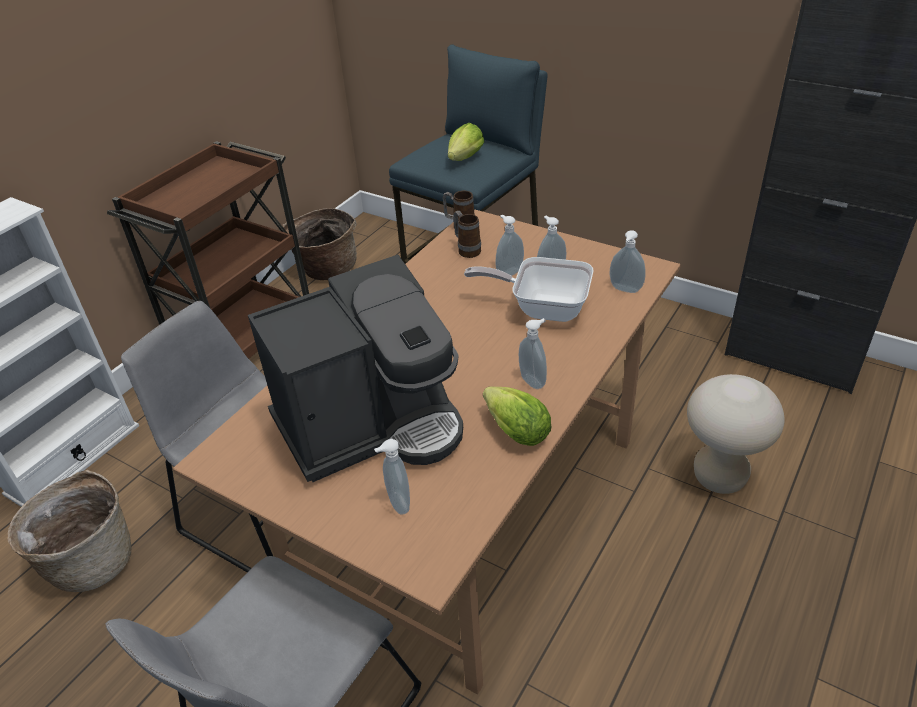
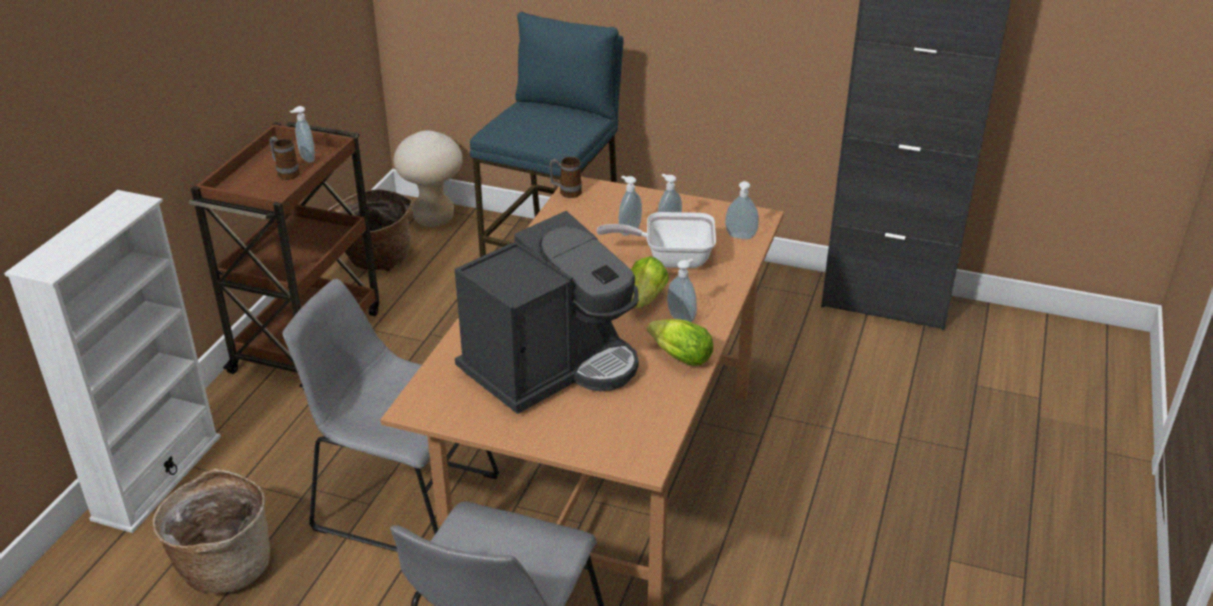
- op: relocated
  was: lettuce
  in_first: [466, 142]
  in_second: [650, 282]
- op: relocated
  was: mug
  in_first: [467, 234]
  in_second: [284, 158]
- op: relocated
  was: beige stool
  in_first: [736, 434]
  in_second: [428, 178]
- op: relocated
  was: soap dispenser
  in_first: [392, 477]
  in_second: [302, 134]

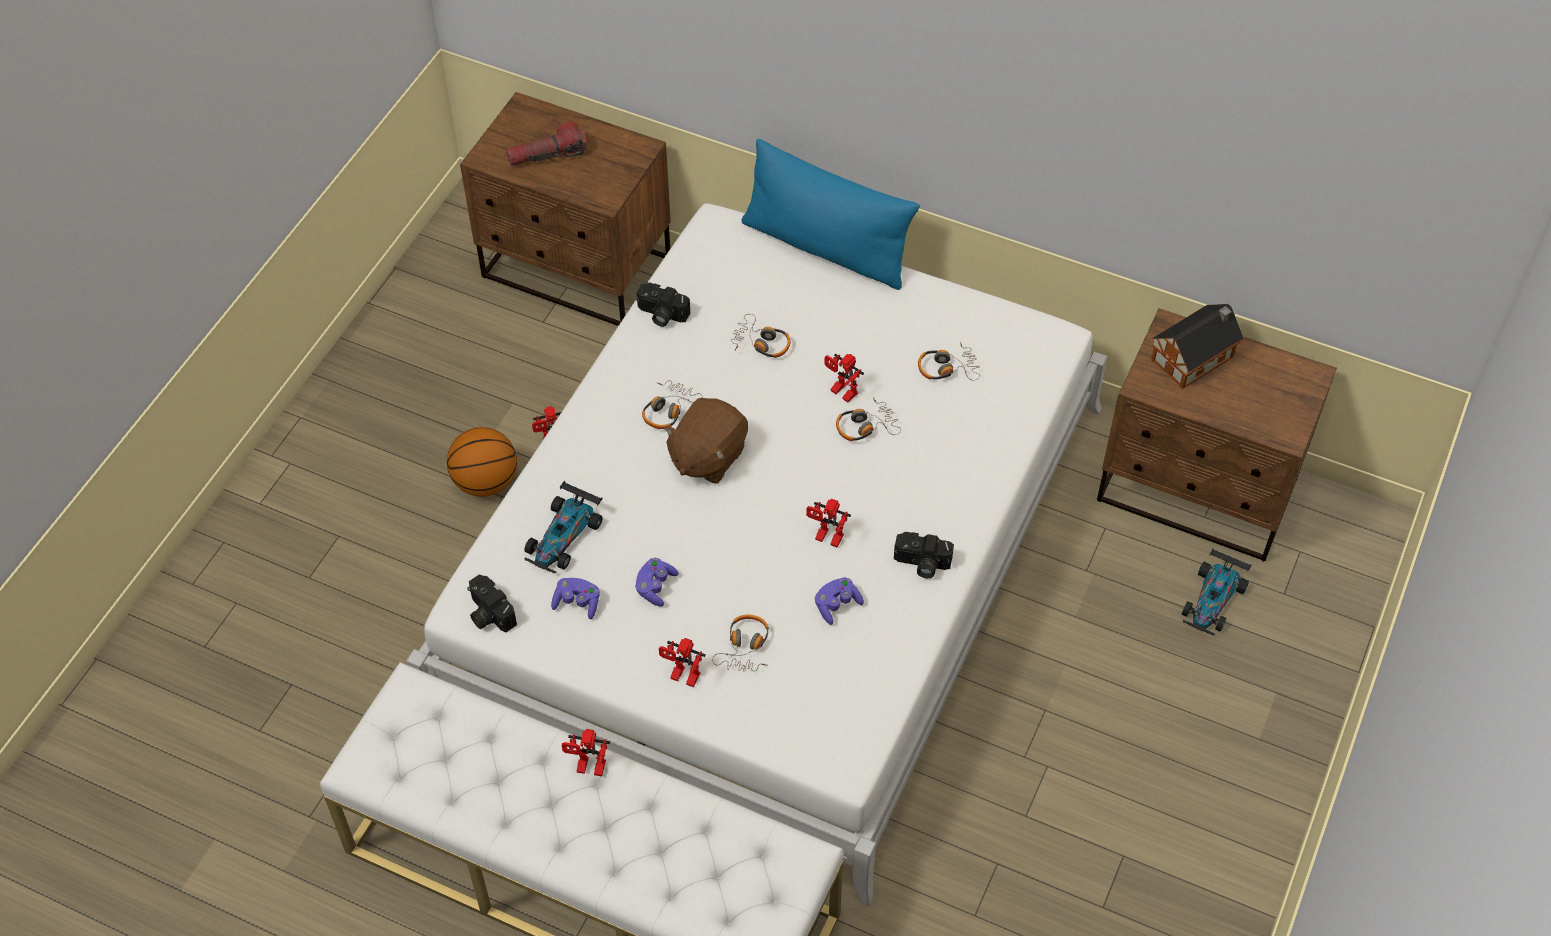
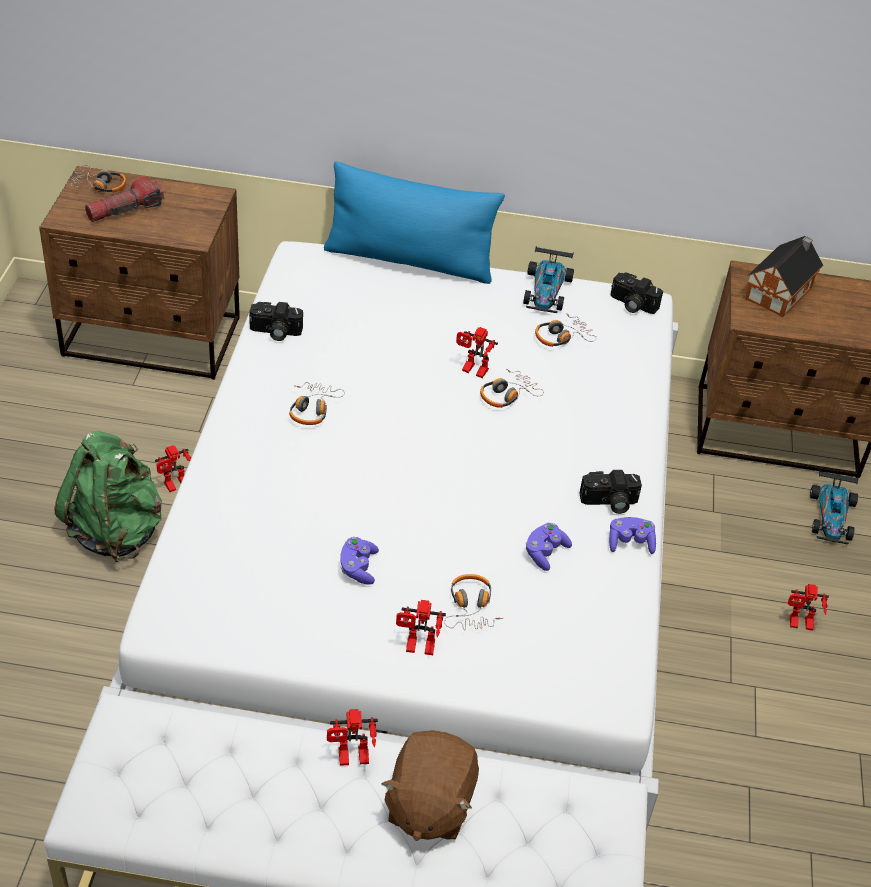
- op: relocated
  was: headphones
  in_first: [761, 336]
  in_second: [98, 179]
- op: relocated
  was: brown plush toy
  in_first: [705, 441]
  in_second: [430, 785]
- op: exchanged
  was: basketball
  now: green backpack
  in_first: [482, 462]
  in_second: [108, 496]
- op: relocated
  was: toy car
  in_first: [563, 527]
  in_second: [548, 279]
- op: relocated
  was: toy robot
  in_first: [828, 523]
  in_second: [808, 607]
- op: relocated
  was: photo camera
  in_first: [492, 603]
  in_second: [637, 293]
- op: relocated
  was: purple game controller
  in_first: [575, 598]
  in_second: [632, 535]

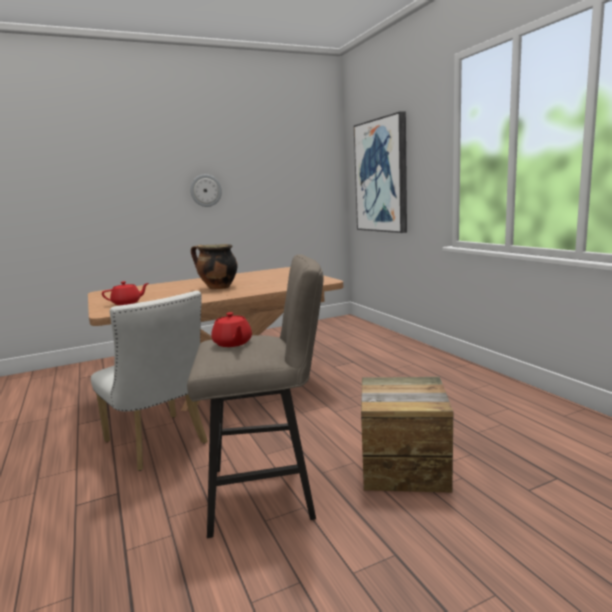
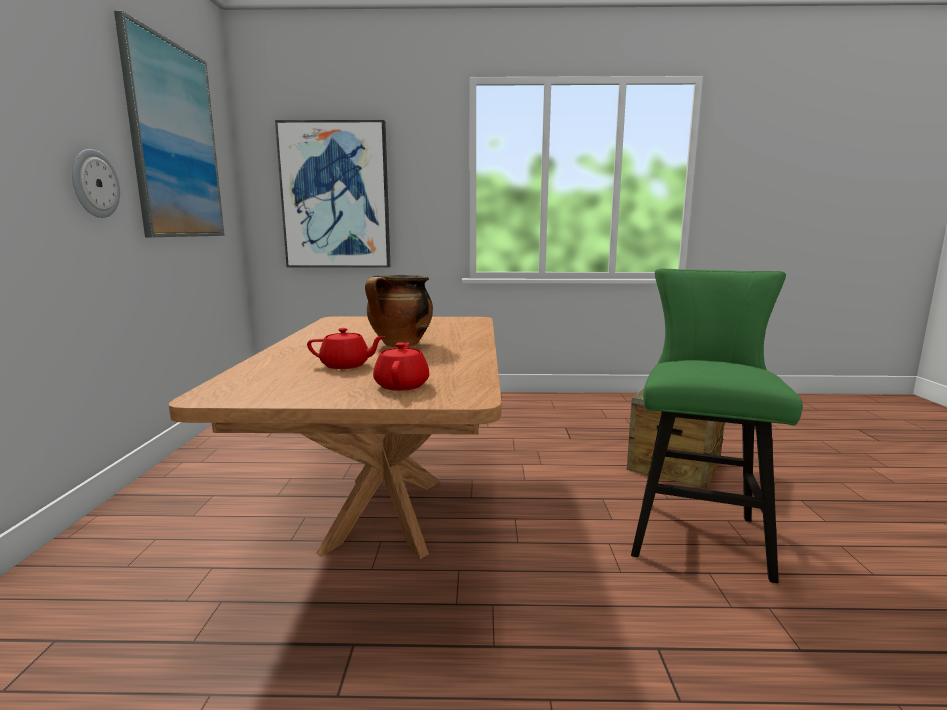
- op: colour
  was: beige stool
  now: green stool
  in_first: [255, 396]
  in_second: [716, 426]
- op: missing
  was: white chair
  in_first: [149, 381]
- op: relocated
  was: red teapot
  in_first: [231, 329]
  in_second: [346, 348]
- op: appeared
  now: picture
  in_second: [169, 124]

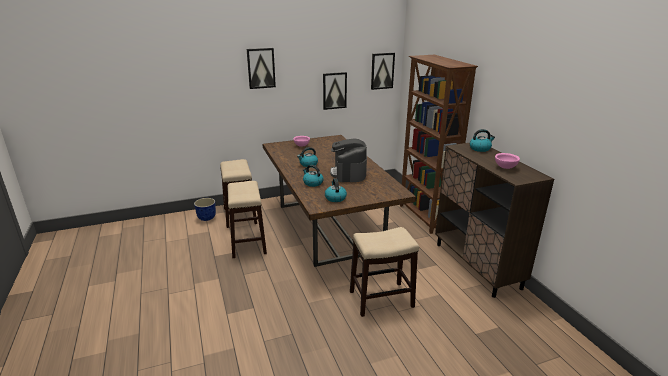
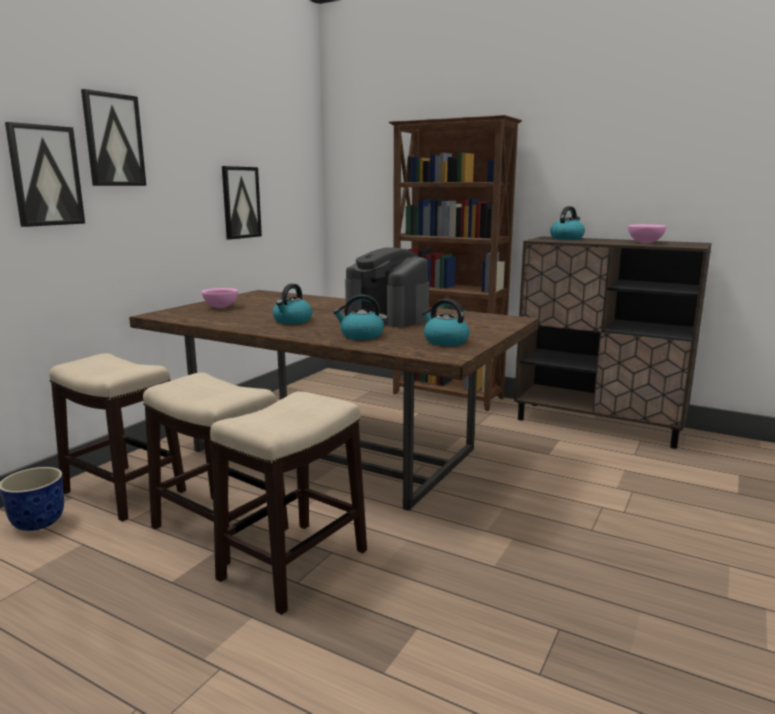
- op: relocated
  was: picture
  in_first: [383, 71]
  in_second: [45, 174]
- op: relocated
  was: stool
  in_first: [384, 272]
  in_second: [288, 503]

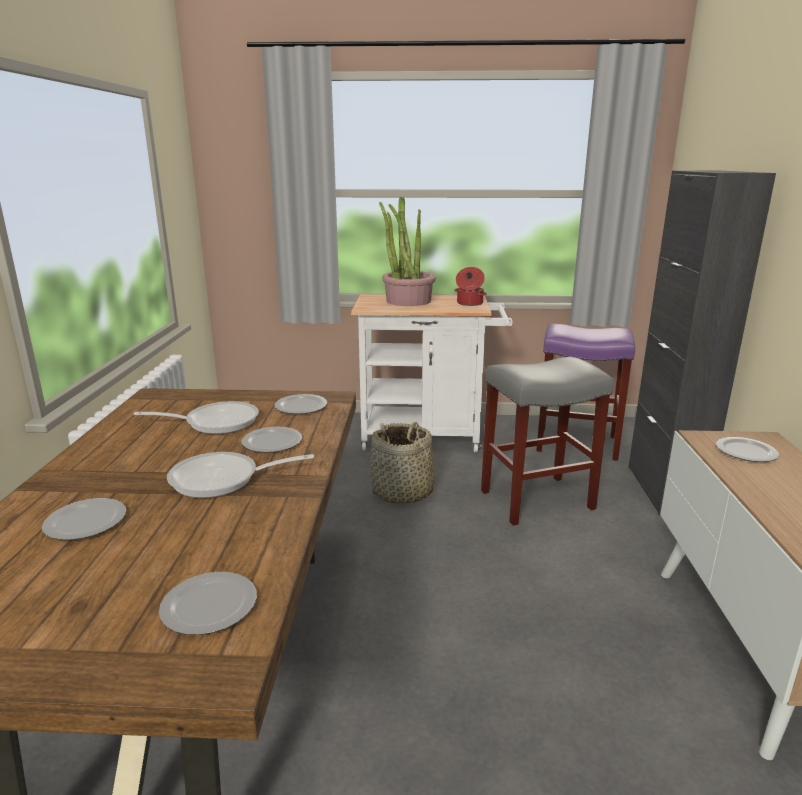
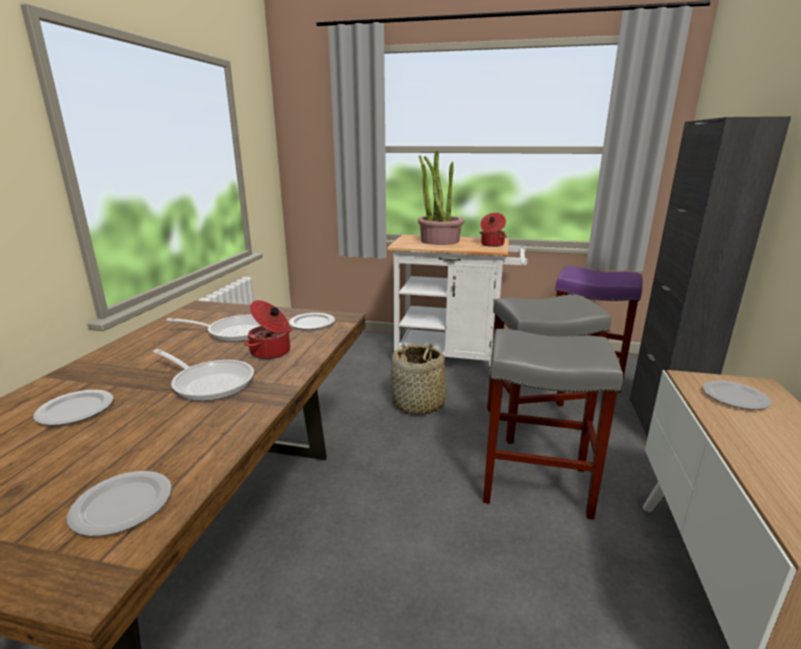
- op: exchanged
  was: plate
  now: cooking pot
  in_first: [271, 440]
  in_second: [268, 329]
- op: spun
  was: frying pan
  in_first: [240, 475]
  in_second: [203, 375]
  clockwise: -150
- op: appeared
  now: grey stool
  in_second: [553, 424]

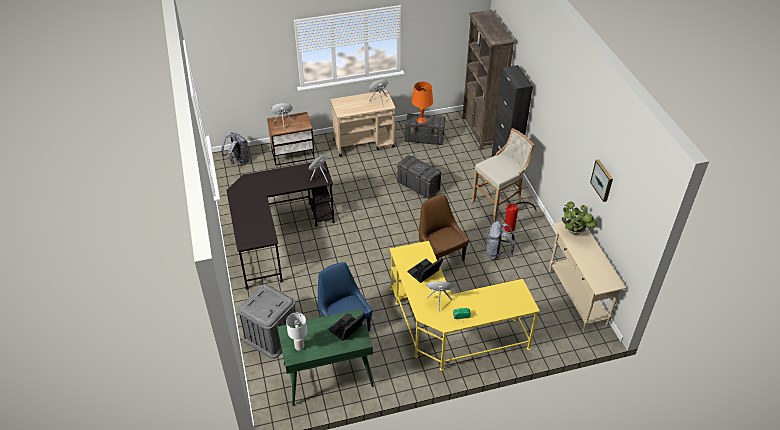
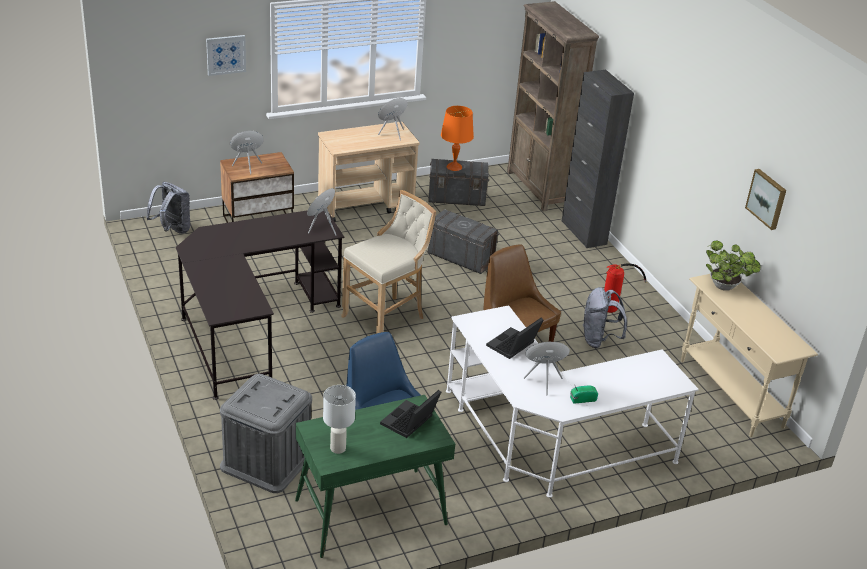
- op: relocated
  was: beige stool
  in_first: [502, 175]
  in_second: [388, 261]
- op: colour
  was: yellow desk
  now: white desk
  in_first: [465, 306]
  in_second: [572, 401]
- op: appeared
  now: picture
  in_second: [226, 55]

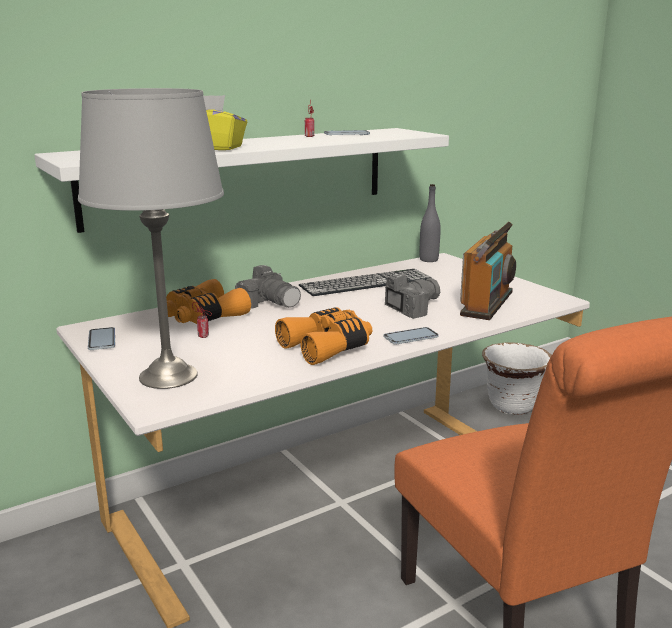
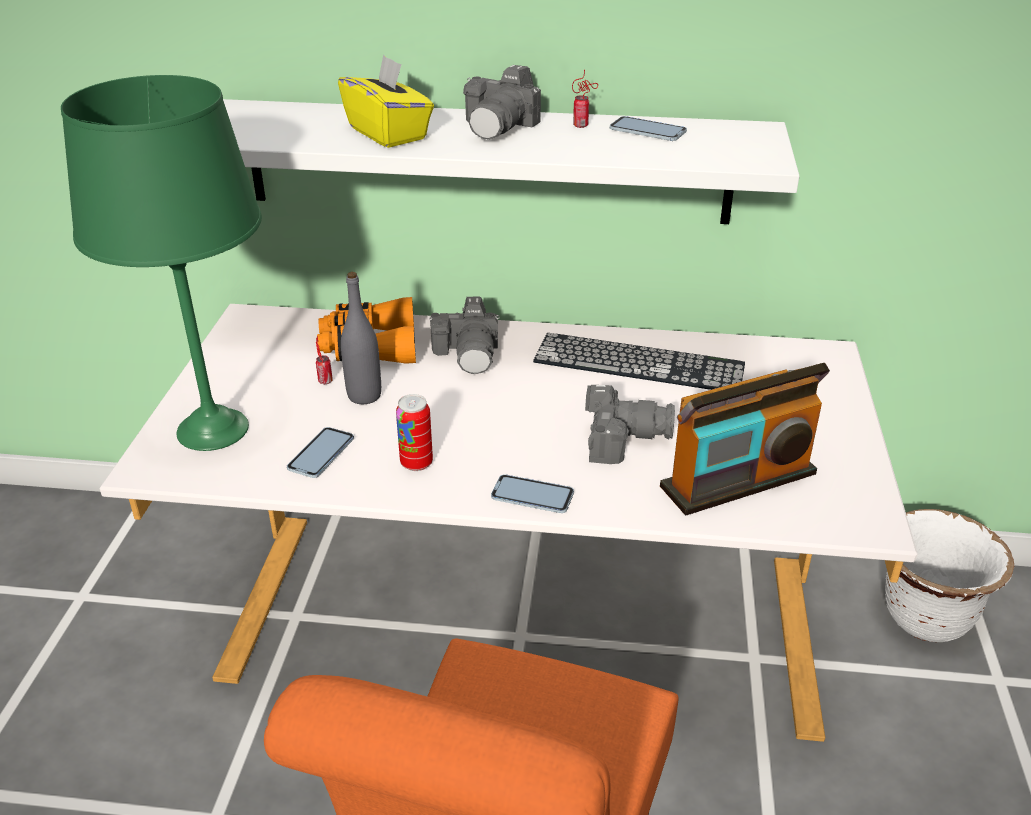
- op: colour
  was: grey table lamp
  now: green table lamp
  in_first: [151, 238]
  in_second: [161, 263]
- op: relocated
  was: grey bottle
  in_first: [430, 223]
  in_second: [361, 338]
- op: exchanged
  was: orange binoculars
  now: can
  in_first: [323, 336]
  in_second: [414, 432]
- op: relocated
  was: phone
  in_first: [101, 338]
  in_second: [320, 452]
- op: appeared
  now: photo camera
  in_second: [502, 102]

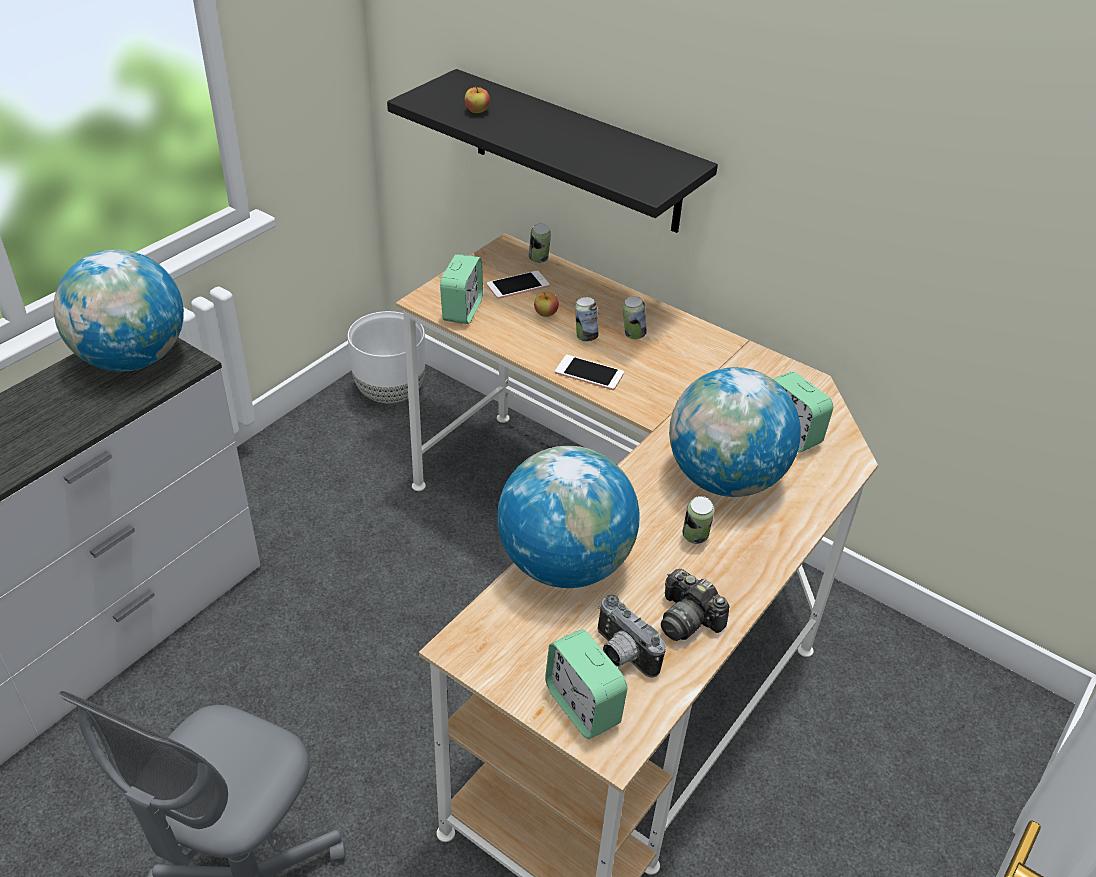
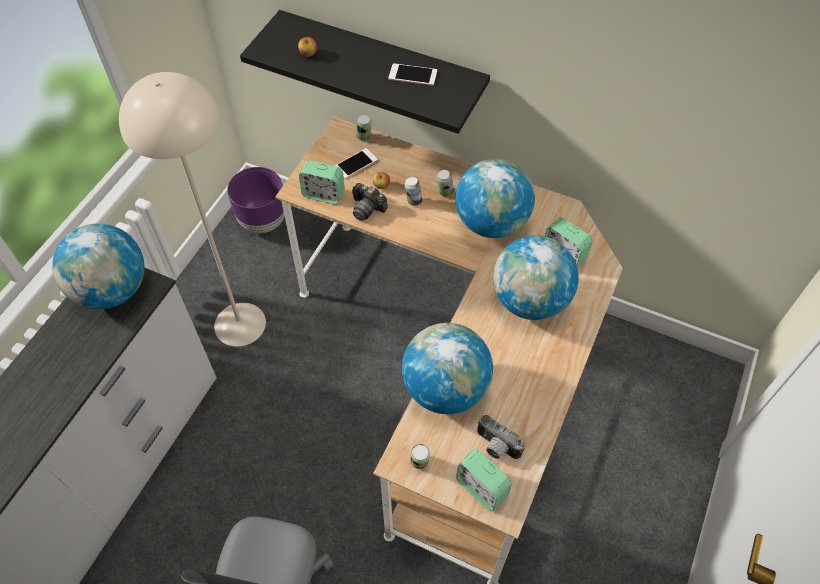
- op: spun
  was: alarm clock
  in_first: [461, 289]
  in_second: [321, 182]
  clockwise: 105
- op: colour
  was: white planter
  now: purple planter
  in_first: [386, 357]
  in_second: [256, 200]
- op: relocated
  was: phone
  in_first: [589, 372]
  in_second: [413, 74]
- op: relocated
  was: can
  in_first: [699, 520]
  in_second: [420, 456]
- op: relocated
  was: photo camera
  in_first: [695, 605]
  in_second: [370, 202]
- op: appeared
  now: beige floor lamp
  in_second: [192, 209]
- op: appeared
  now: globe
  in_second: [495, 198]

